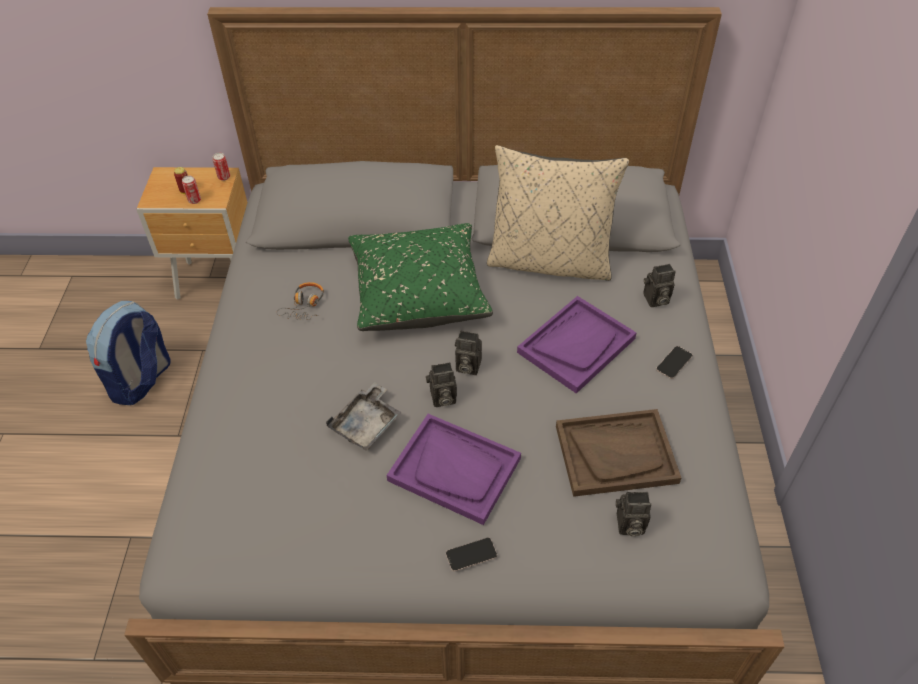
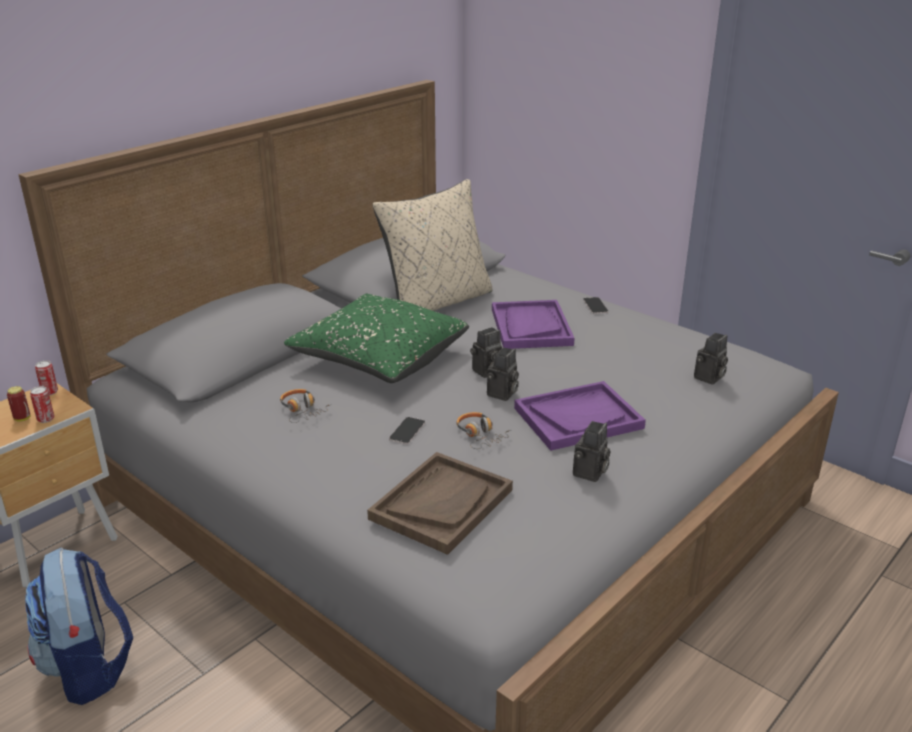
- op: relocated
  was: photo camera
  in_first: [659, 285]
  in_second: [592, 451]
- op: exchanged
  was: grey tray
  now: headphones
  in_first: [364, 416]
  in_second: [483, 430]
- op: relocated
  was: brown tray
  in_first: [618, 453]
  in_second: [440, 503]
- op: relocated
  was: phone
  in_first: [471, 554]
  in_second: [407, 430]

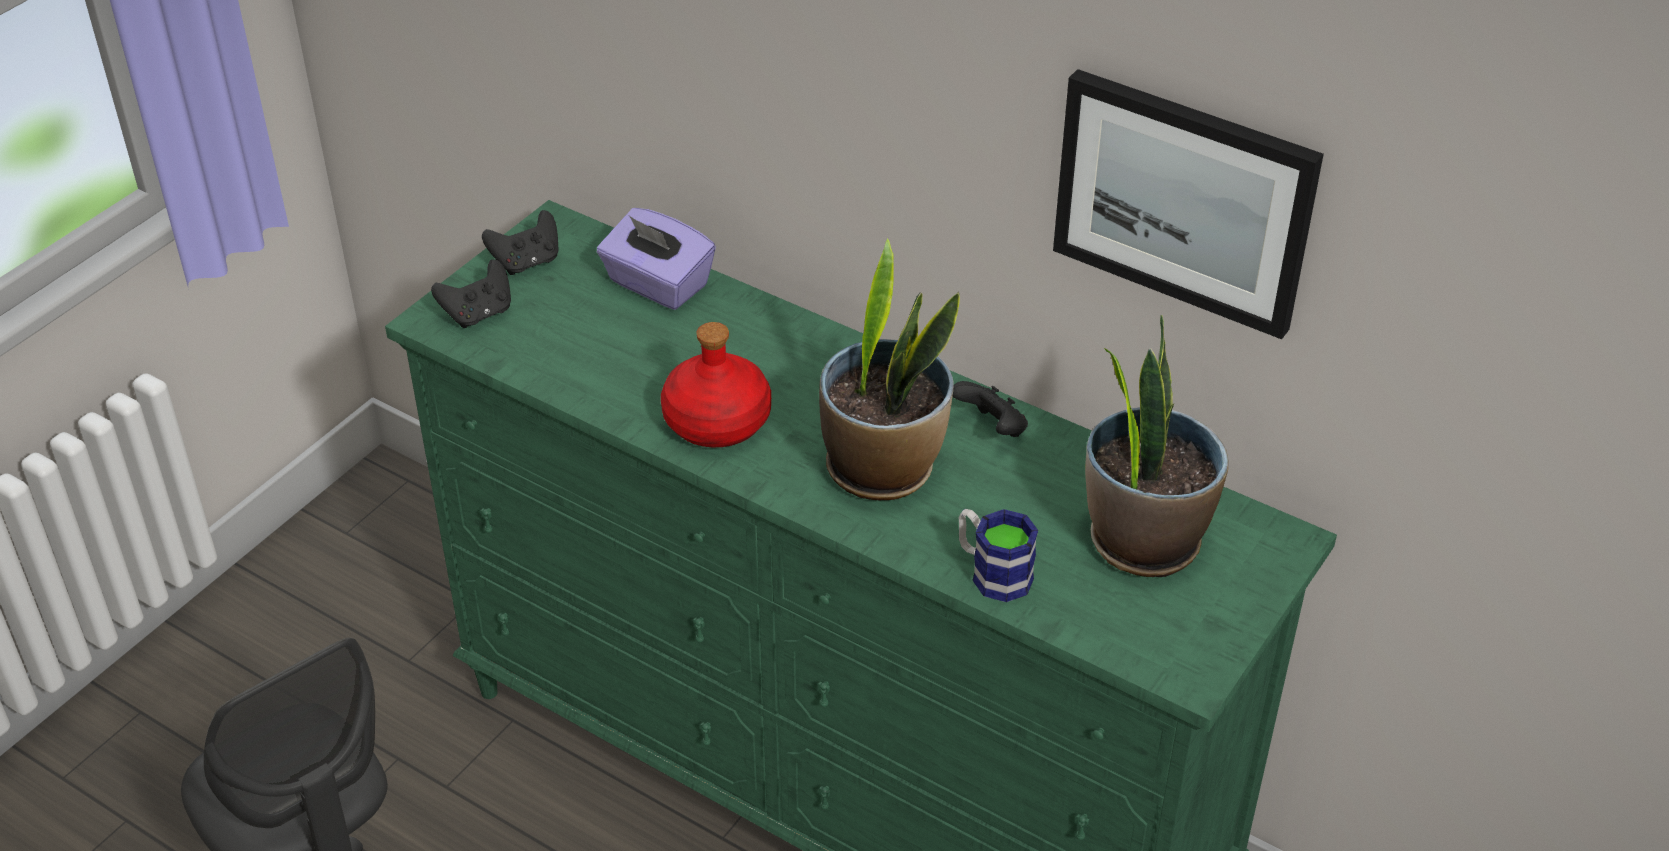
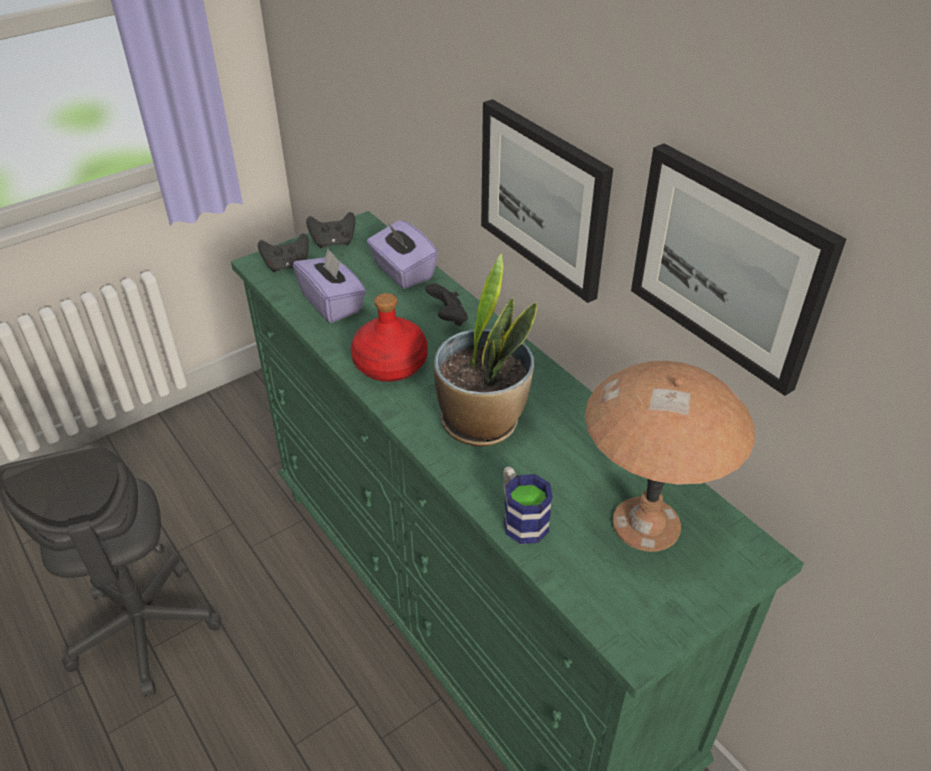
- op: exchanged
  was: potted plant
  now: brown table lamp
  in_first: [1156, 446]
  in_second: [670, 456]
- op: relocated
  was: black game controller
  in_first: [990, 409]
  in_second: [446, 304]
- op: appeared
  now: picture
  in_second: [547, 201]
- op: appeared
  now: purple tissue box
  in_second: [329, 285]

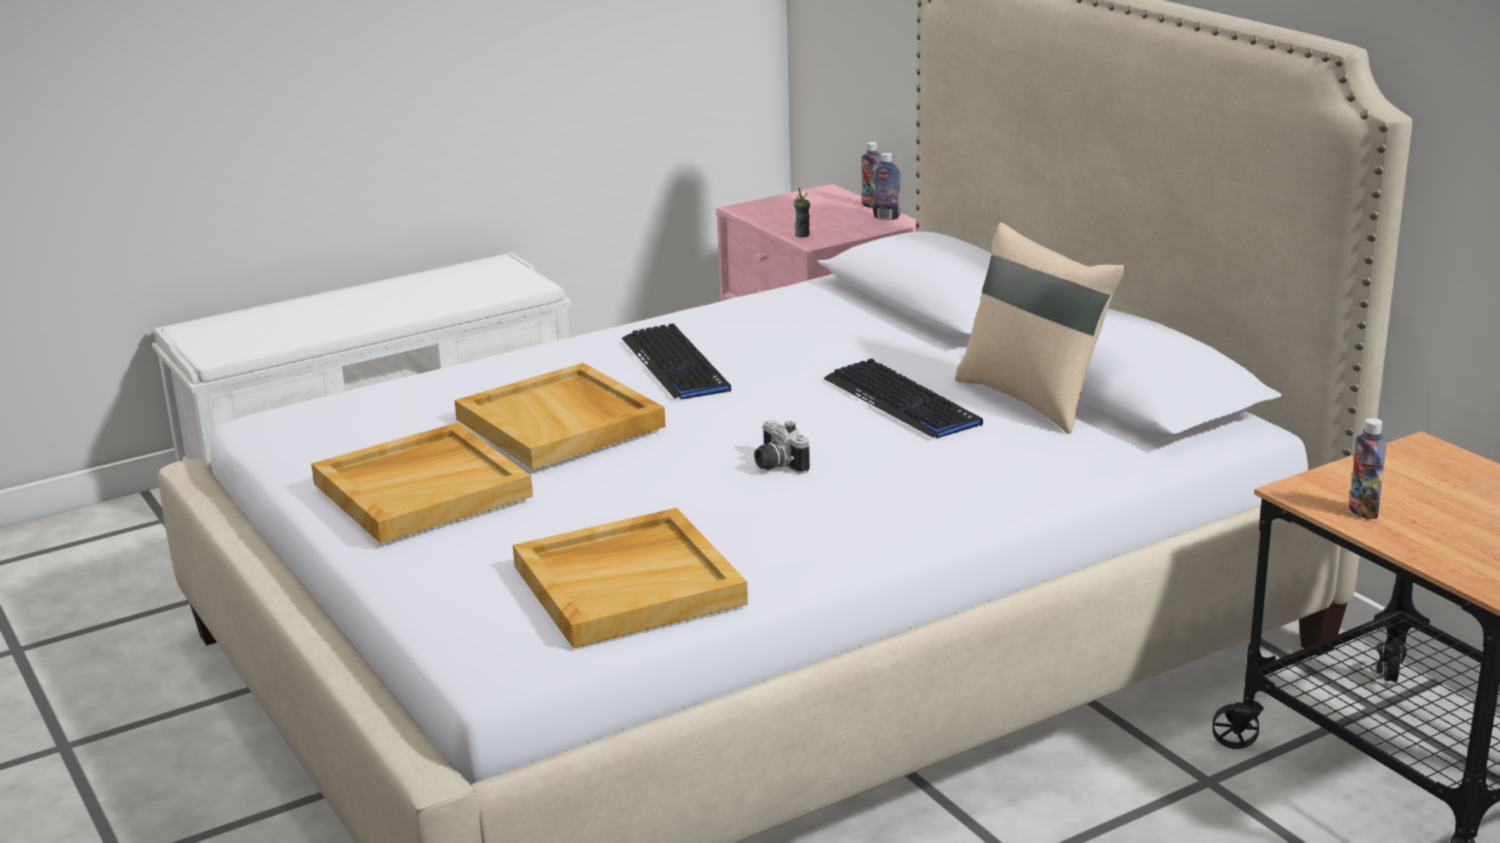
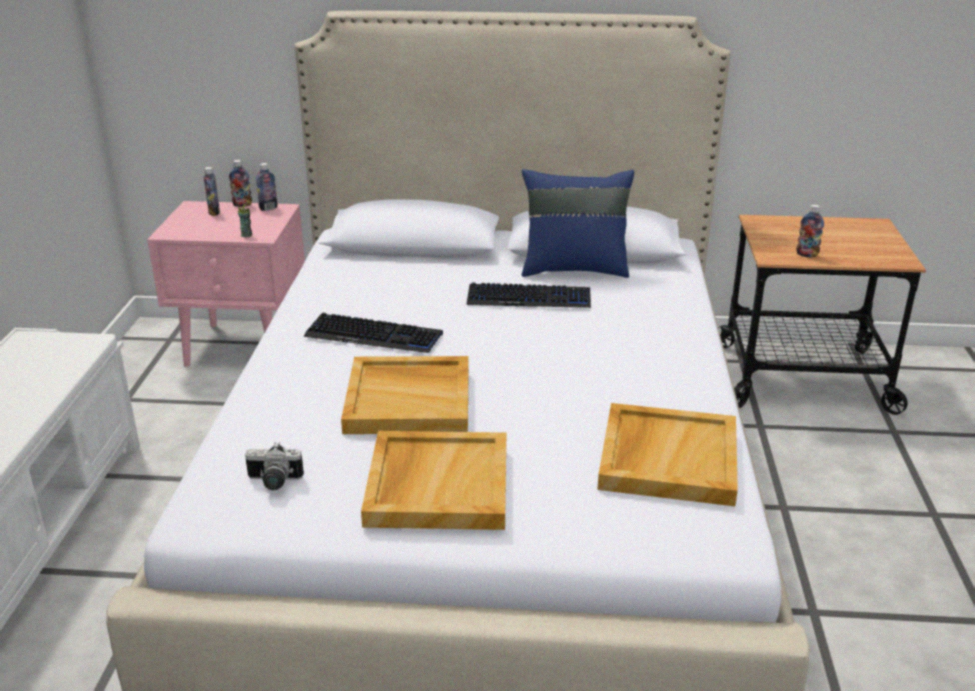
- op: colour
  was: beige pillow
  now: blue pillow
  in_first: [1040, 328]
  in_second: [578, 223]
- op: relocated
  was: photo camera
  in_first: [782, 447]
  in_second: [274, 466]
- op: appeared
  now: bottle
  in_second: [212, 191]

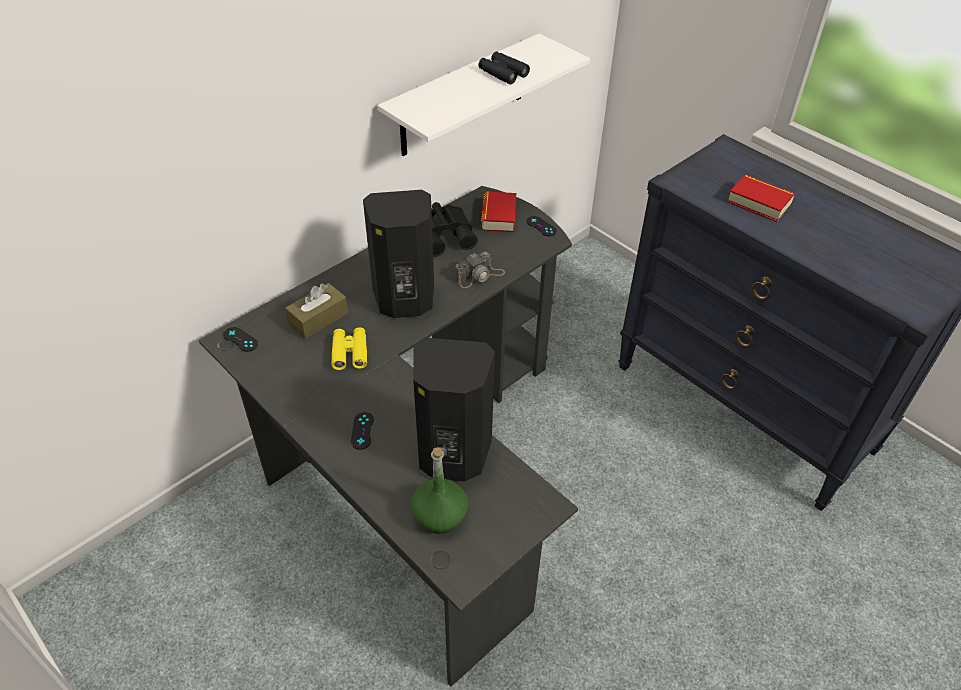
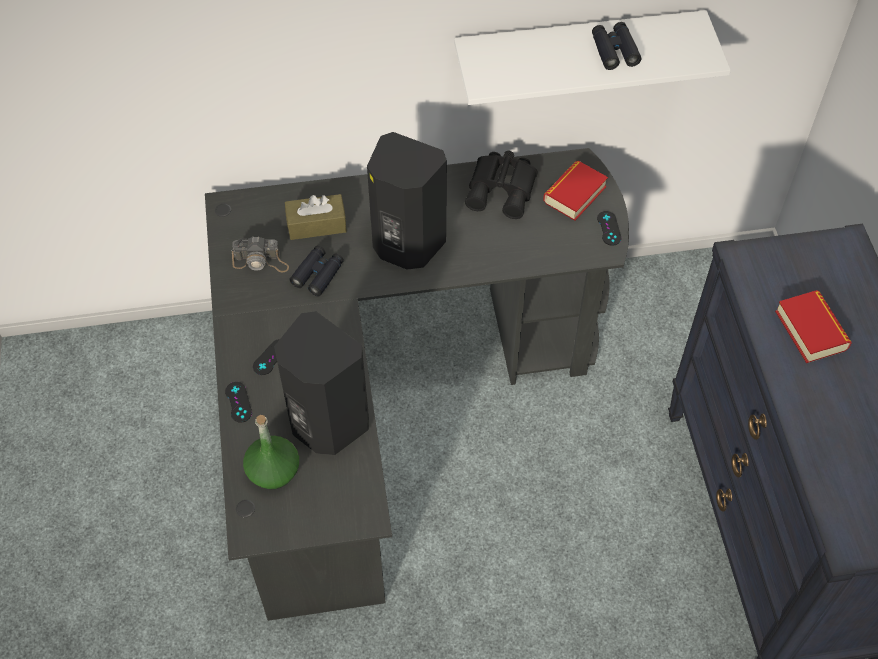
- op: relocated
  was: photo camera
  in_first: [480, 270]
  in_second: [260, 254]
- op: relocated
  was: black game controller
  in_first: [240, 339]
  in_second: [238, 402]
- op: colour
  was: yellow binoculars
  now: black binoculars
  in_first: [349, 348]
  in_second: [317, 271]

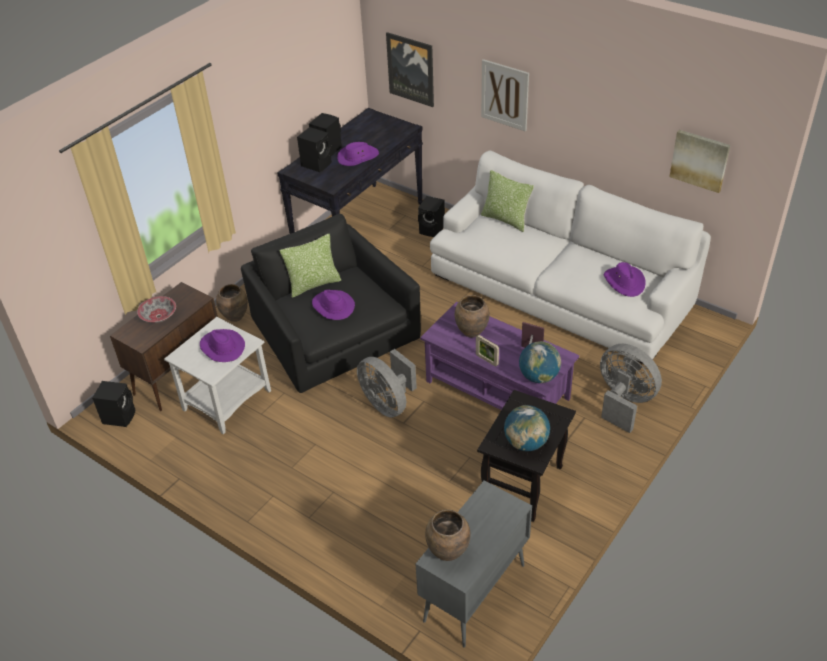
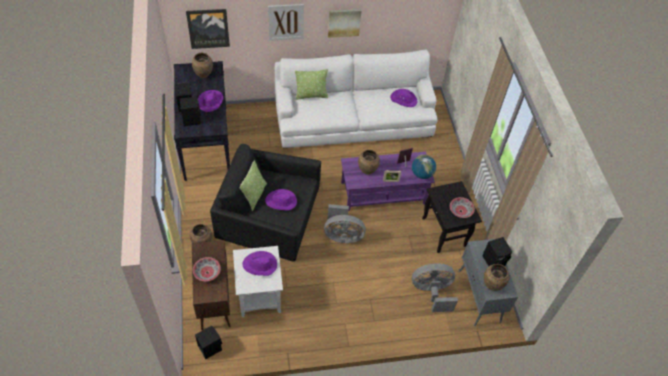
- op: relocated
  was: picture
  in_first: [699, 161]
  in_second: [344, 23]
- op: relocated
  was: black speaker
  in_first: [431, 216]
  in_second: [497, 251]
- op: relocated
  was: grey fan
  in_first: [631, 388]
  in_second: [435, 287]
- op: exchanged
  was: globe
  now: bowl
  in_first: [527, 428]
  in_second: [462, 207]
- op: appeared
  now: brown vase
  in_second: [202, 65]

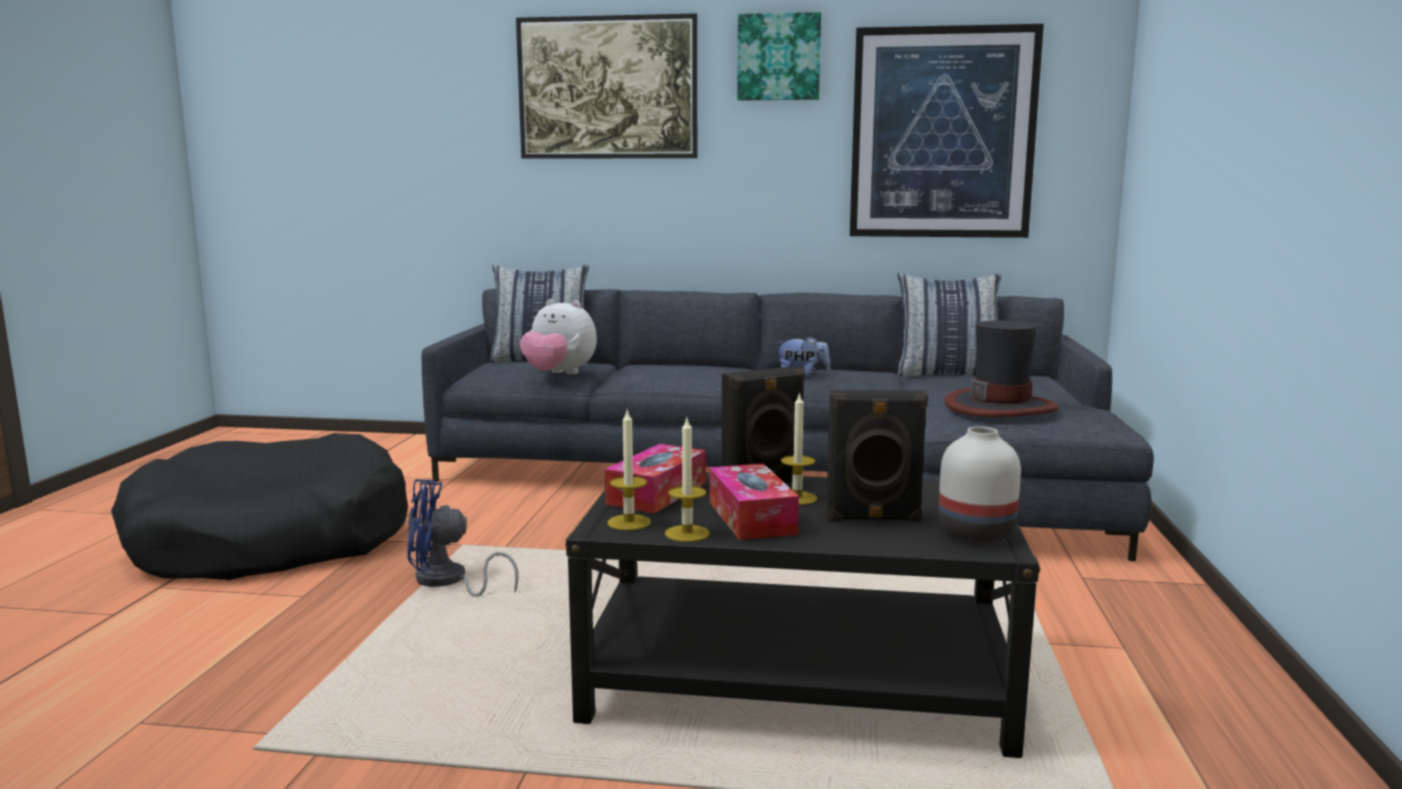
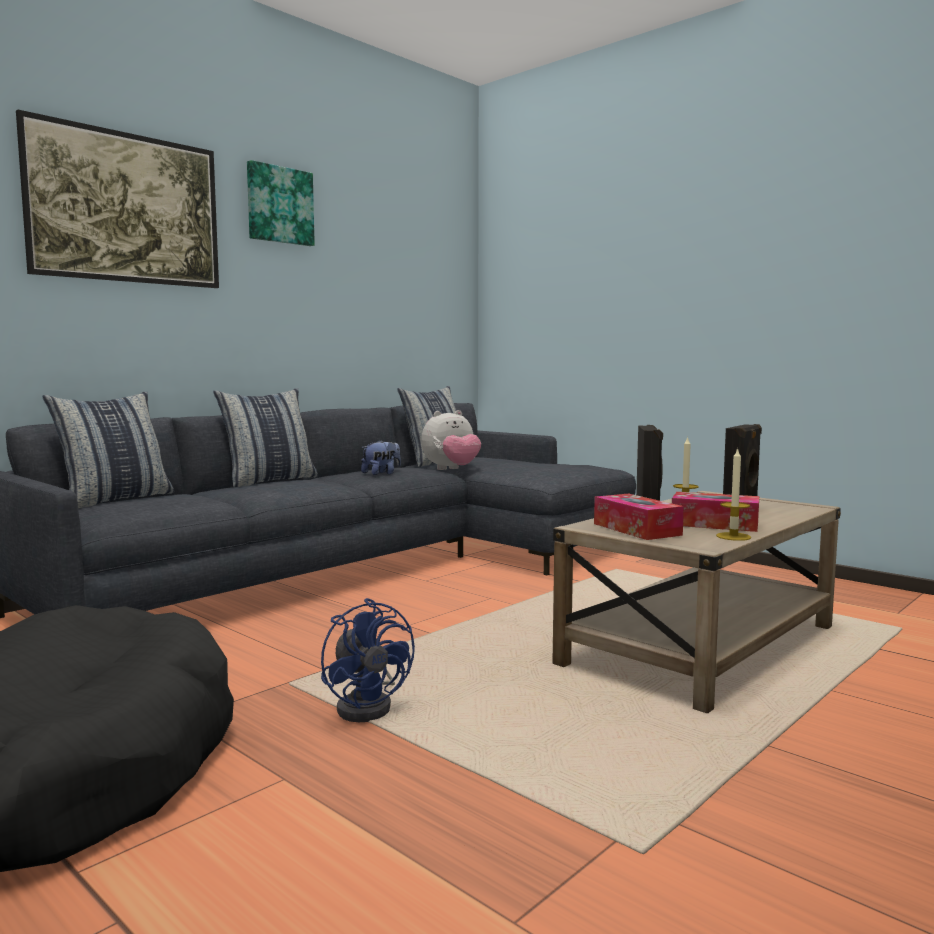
- op: missing
  was: picture
  in_first: [947, 131]
- op: relocated
  was: plush toy
  in_first: [558, 336]
  in_second: [451, 440]
- op: missing
  was: hat
  in_first: [1001, 368]
- op: missing
  was: candle
  in_first: [629, 470]
- op: missing
  was: white vase
  in_first: [980, 484]
- op: colour
  was: black coffee table
  now: beige coffee table
  in_first: [802, 615]
  in_second: [696, 602]
- op: spun
  was: blue fan
  in_first: [463, 538]
  in_second: [368, 660]
  clockwise: -60
- op: appeared
  now: pillow
  in_second: [265, 438]

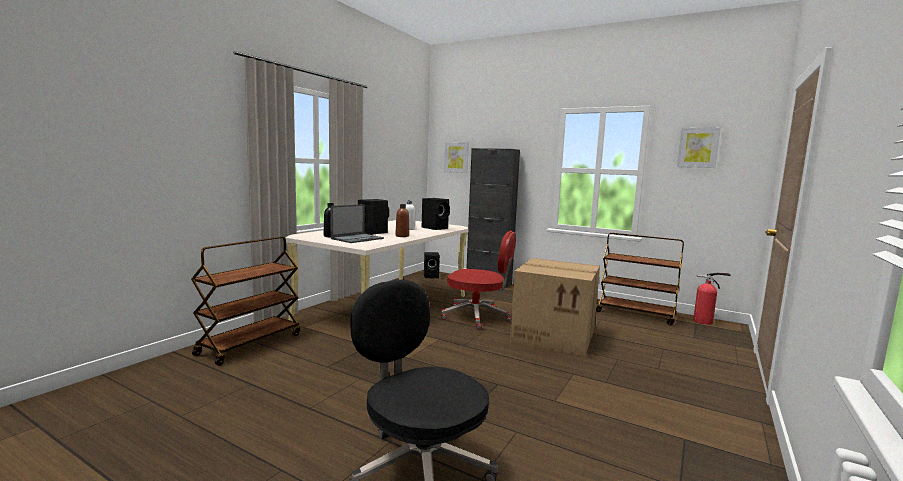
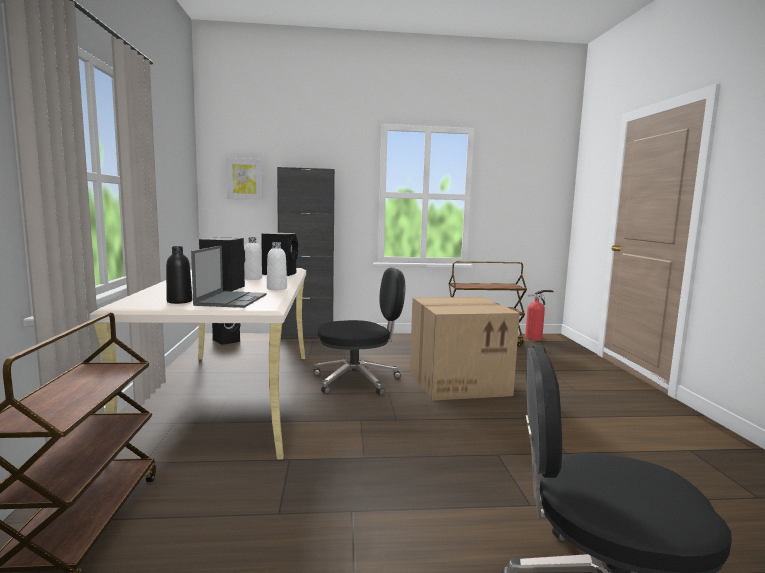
- op: missing
  was: picture
  in_first: [699, 147]
- op: colour
  was: brown bottle
  now: white bottle
  in_first: [402, 220]
  in_second: [277, 266]
- op: colour
  was: red office chair
  now: black office chair
  in_first: [478, 280]
  in_second: [359, 331]

